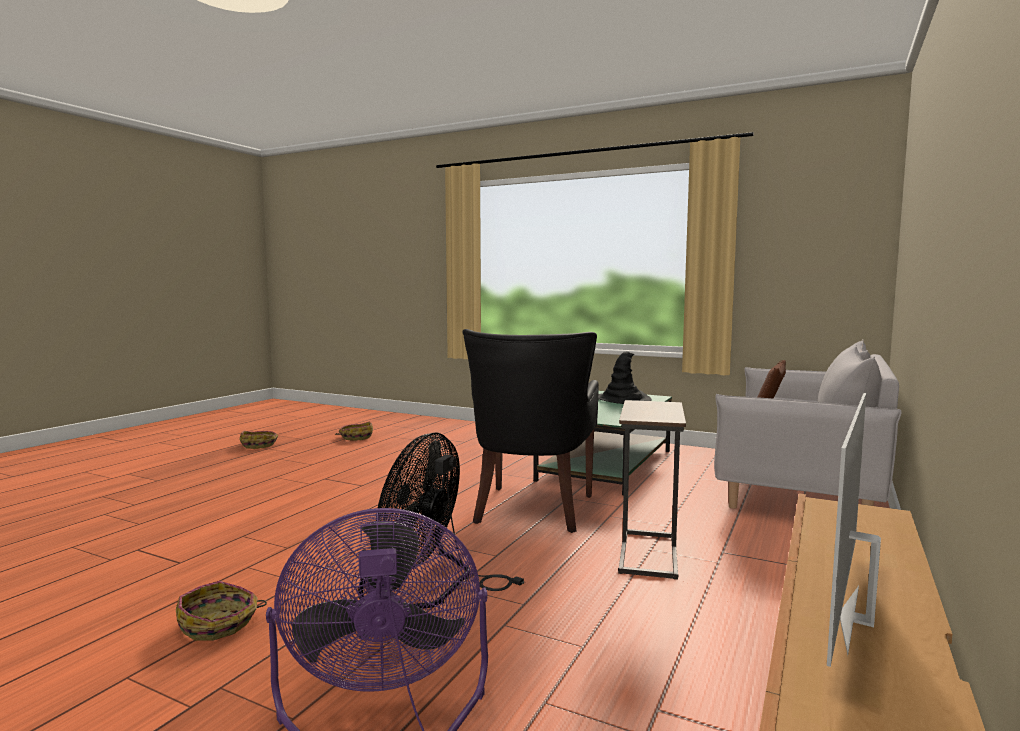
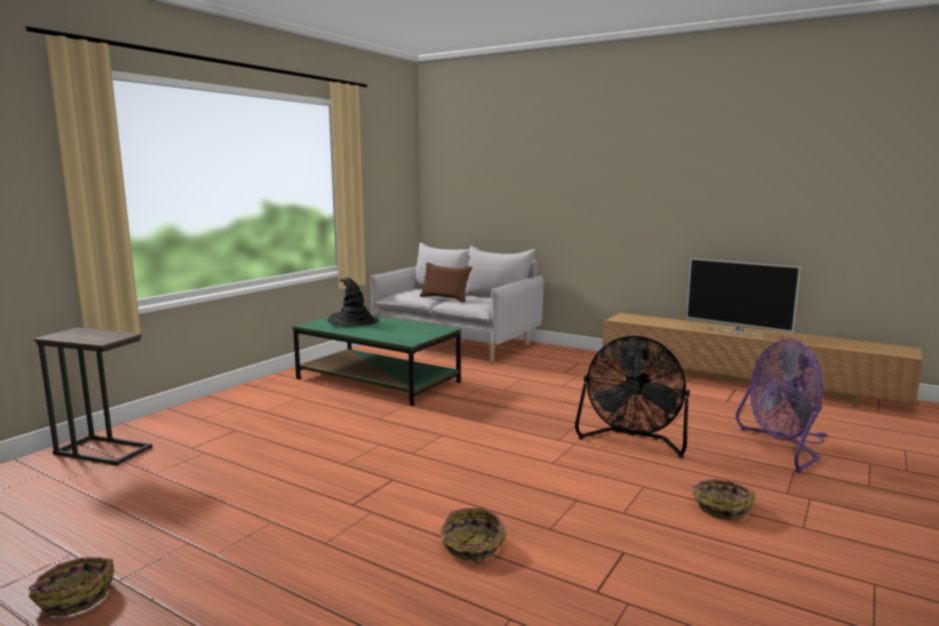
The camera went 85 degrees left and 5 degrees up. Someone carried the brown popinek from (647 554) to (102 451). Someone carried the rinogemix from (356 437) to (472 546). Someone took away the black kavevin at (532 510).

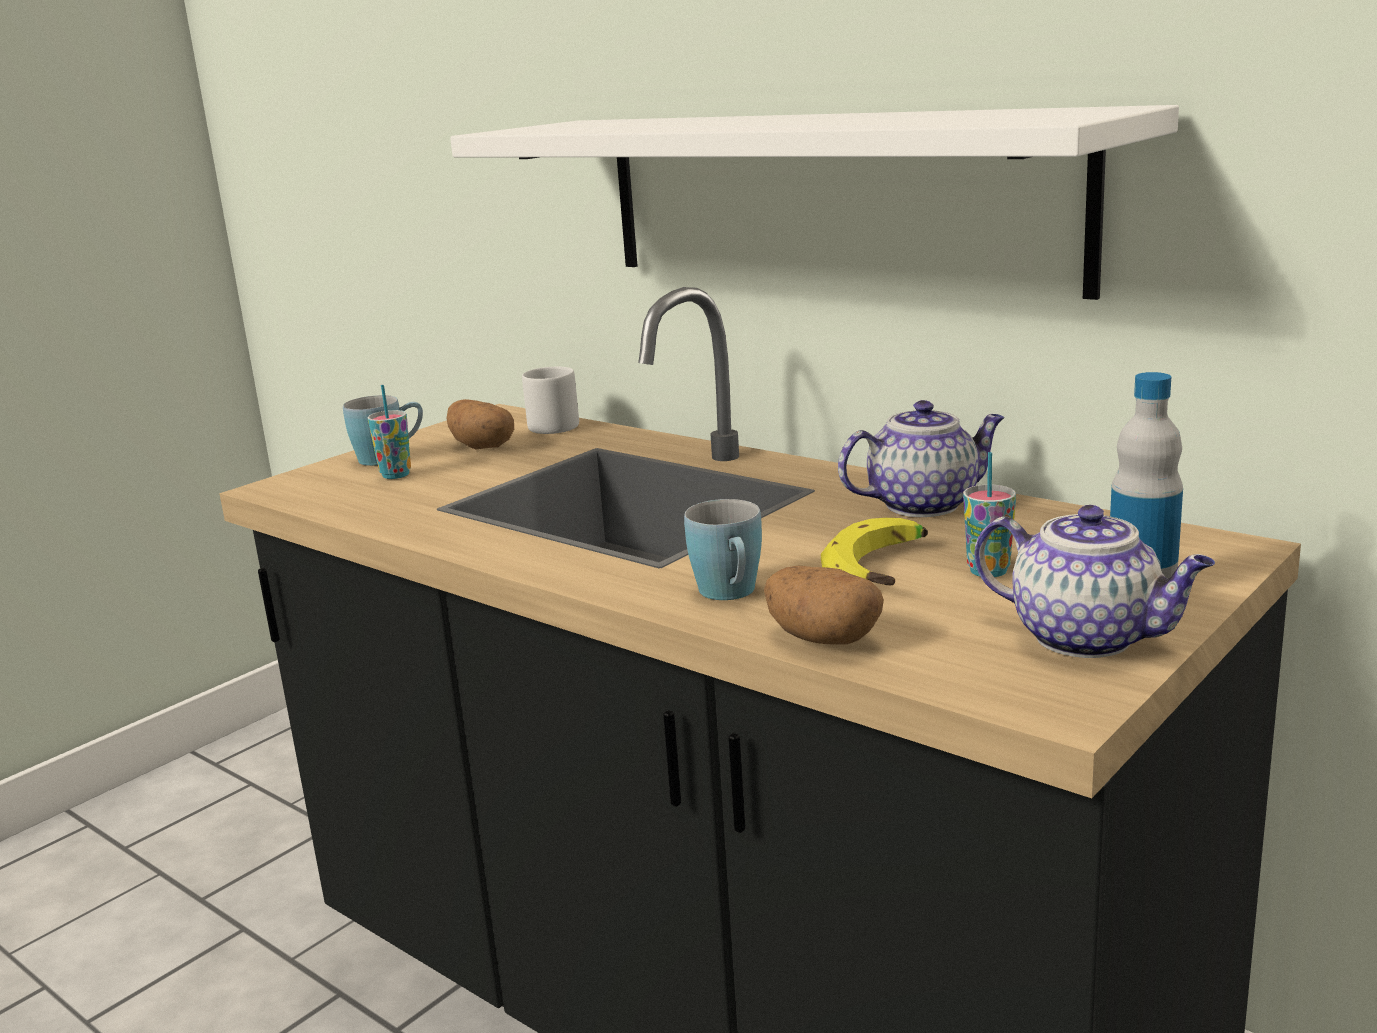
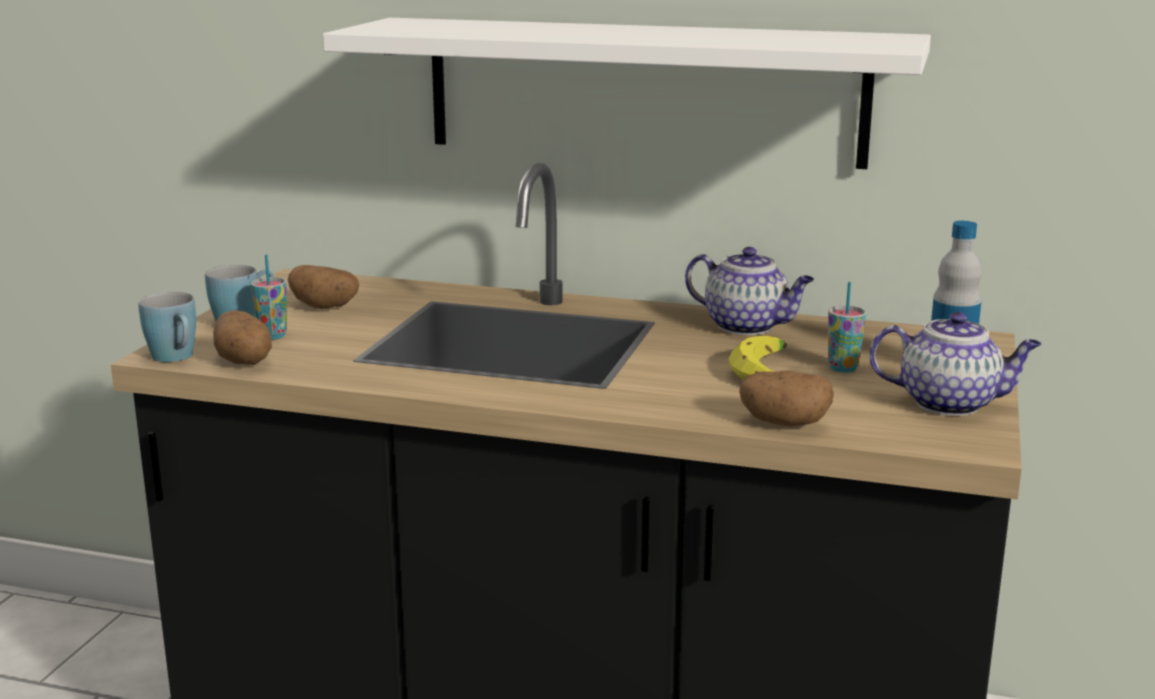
The camera went 25 degrees left and 0 degrees up. Someone carried the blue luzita from (731 594) to (176 358). Someone put down the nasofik at (245 362). Someone rotated the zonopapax at (924 504) by 75 degrees clockwise. Someone took away the grey luzita at (551 425).

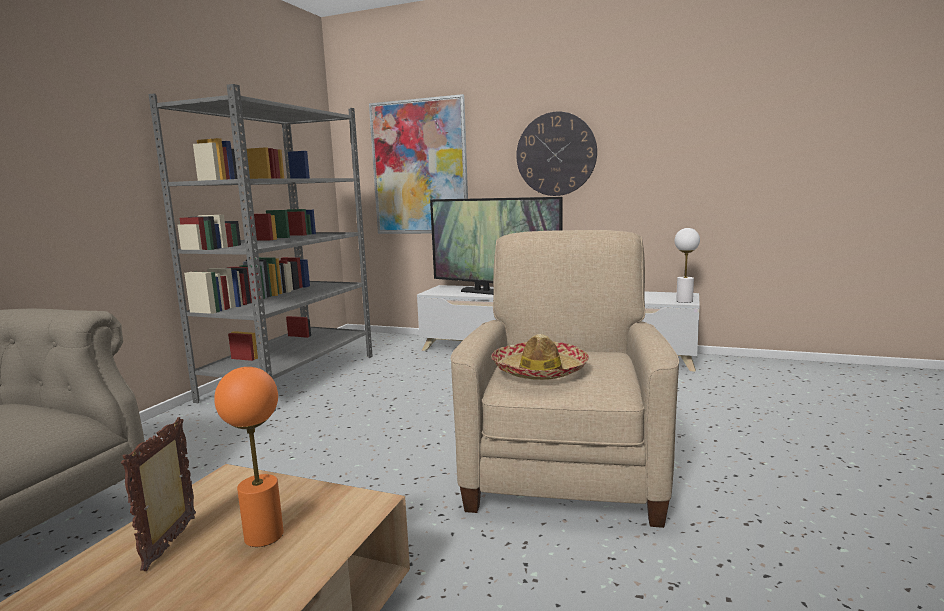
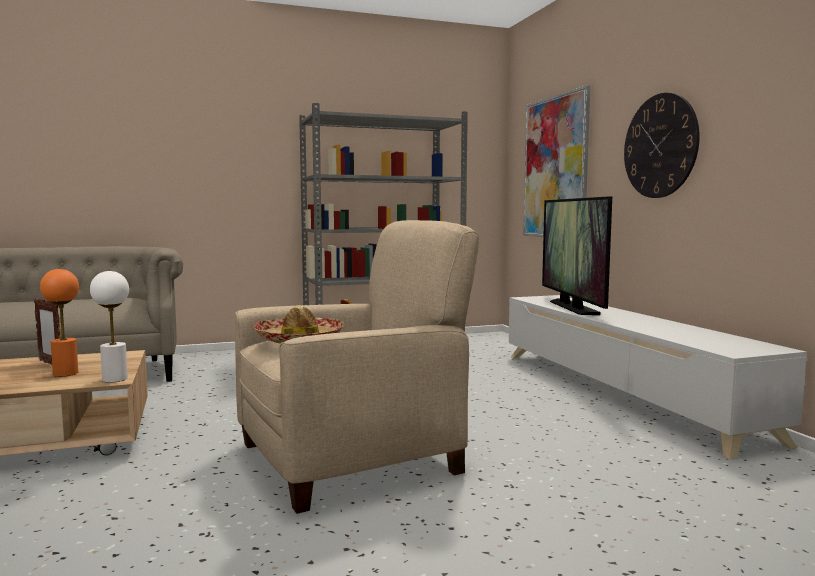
The camera went 50 degrees right and 5 degrees down. Someone rotated the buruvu at (172 543) by 105 degrees counterclockwise. Someone carried the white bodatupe from (684 301) to (114 379).

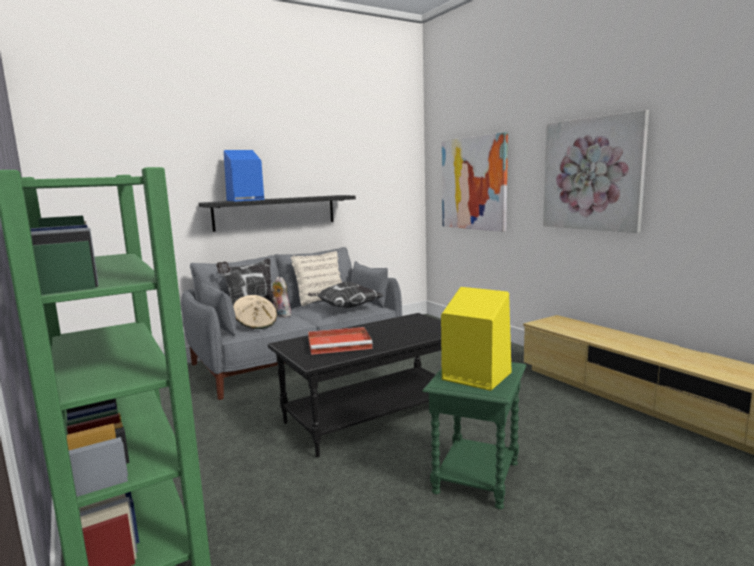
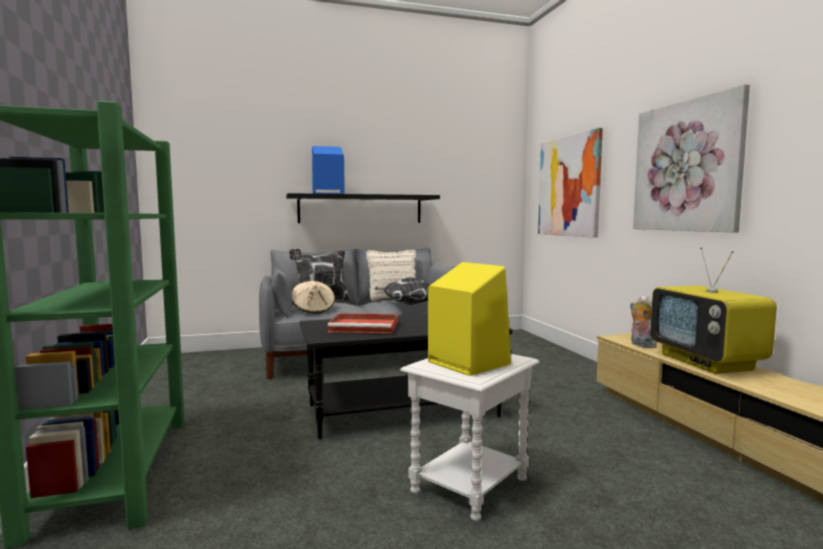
The camera went 15 degrees right and 5 degrees down. Someone repainted the green popinek at (478 477), which became the white popinek at (471 484). Someone carried the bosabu from (281 315) to (641 345). Someone put down the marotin at (707 362).

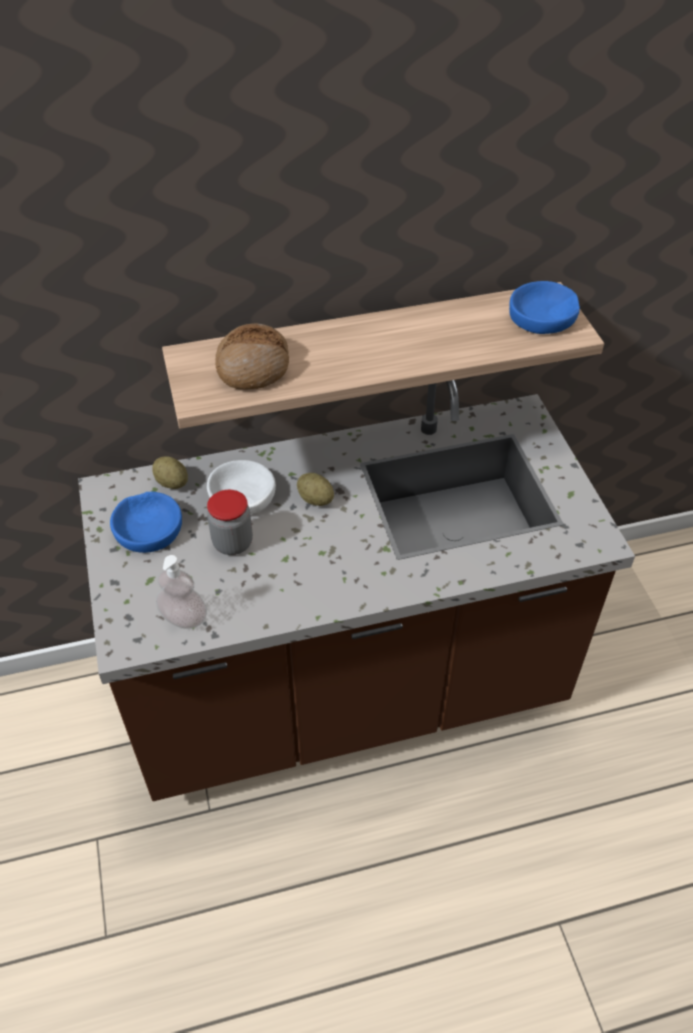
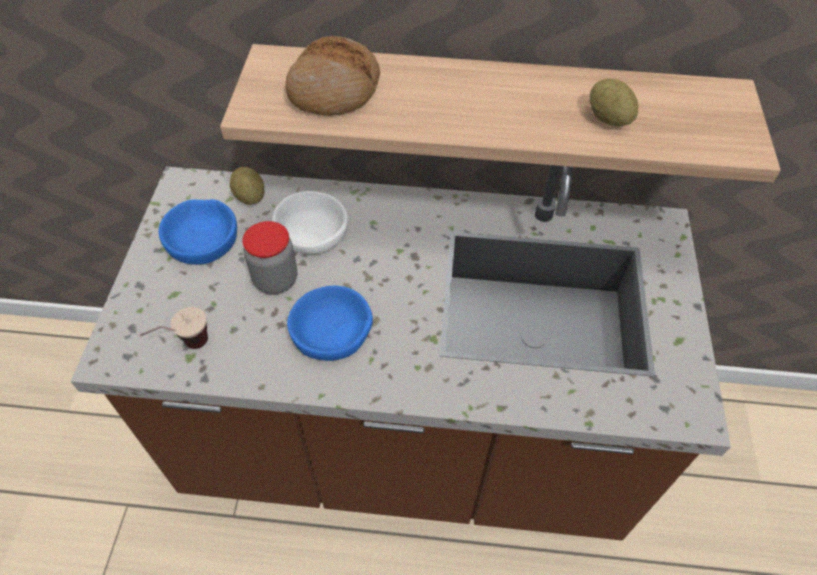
The camera went 20 degrees right and 5 degrees up. Someone swapped the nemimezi at (184 618) for the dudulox at (184 348). Someone carried the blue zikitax from (542 316) to (331 330). Someone carried the nasofik from (315 499) to (608 119).

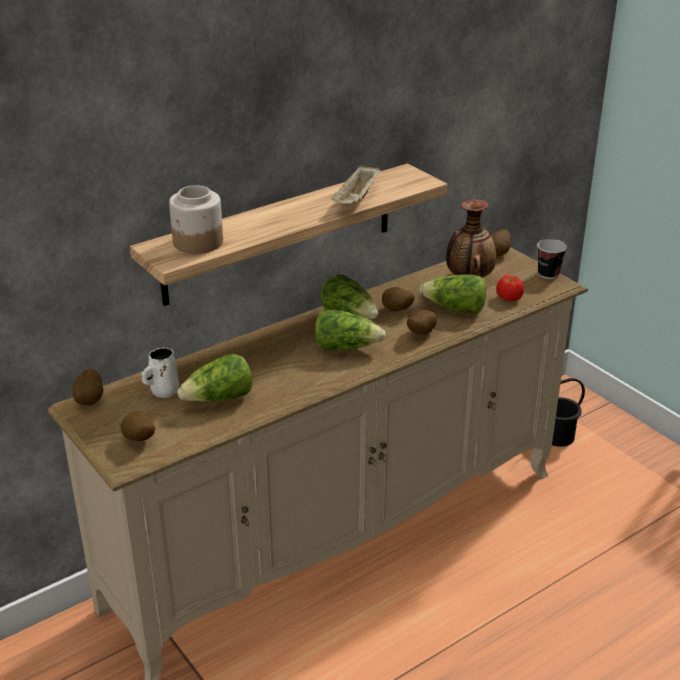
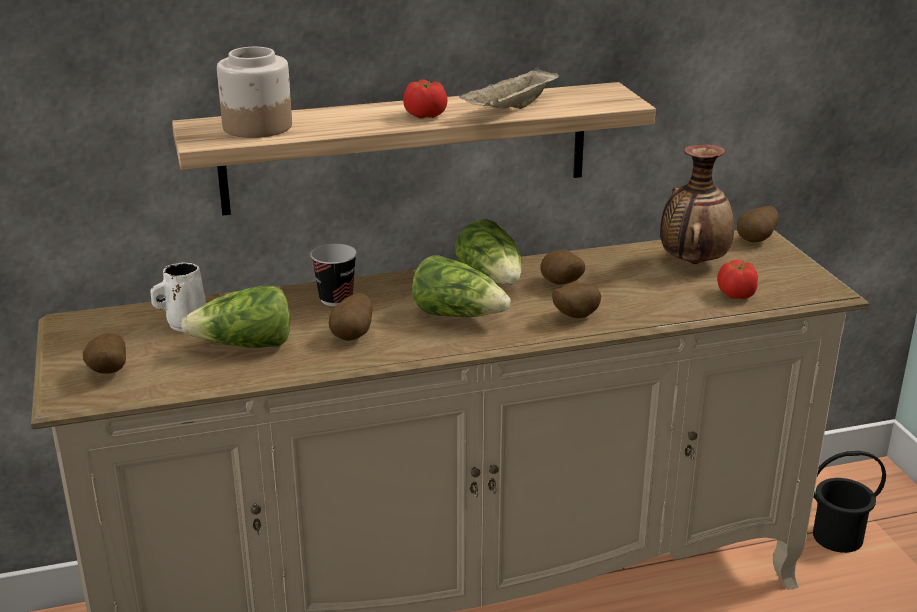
The camera went 20 degrees right and 5 degrees down. Someone carried the dudulox from (548 274) to (336 299). Someone carried the nasofik from (91 400) to (353 336). Someone put down the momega at (425 116). Someone took away the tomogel at (455 309).

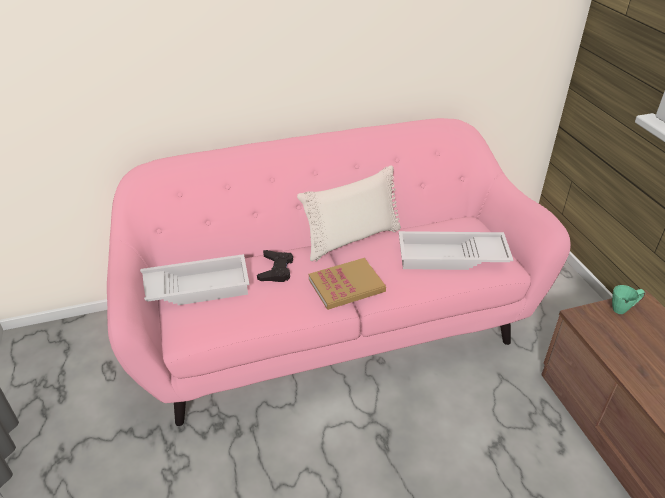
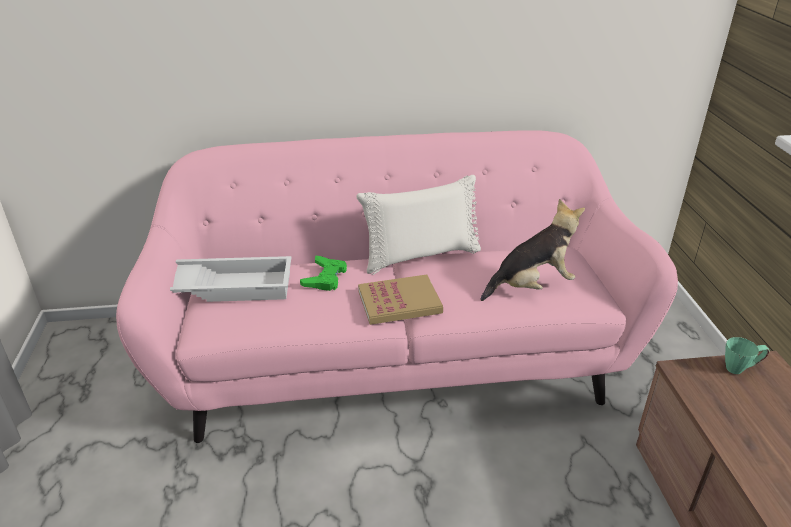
The camera went 10 degrees right and 5 degrees down. Someone repainted the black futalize at (276 269), which became the green futalize at (325 277). Someone swapped the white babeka at (451 257) for the bosabu at (531 286).

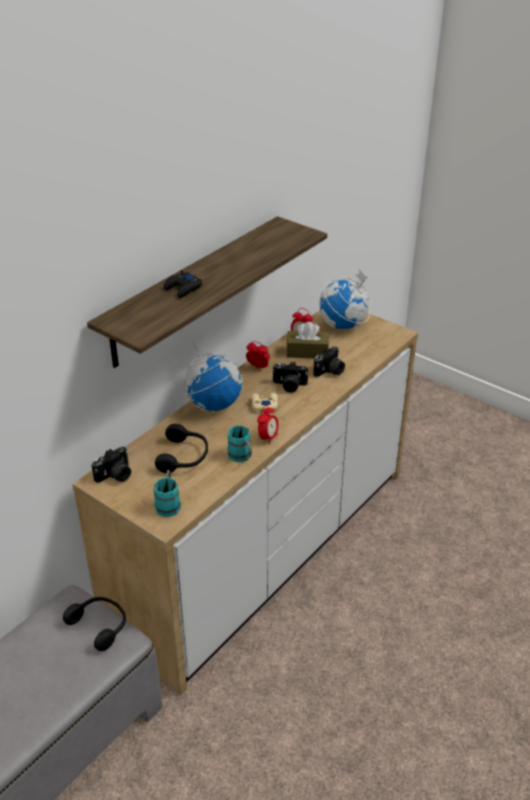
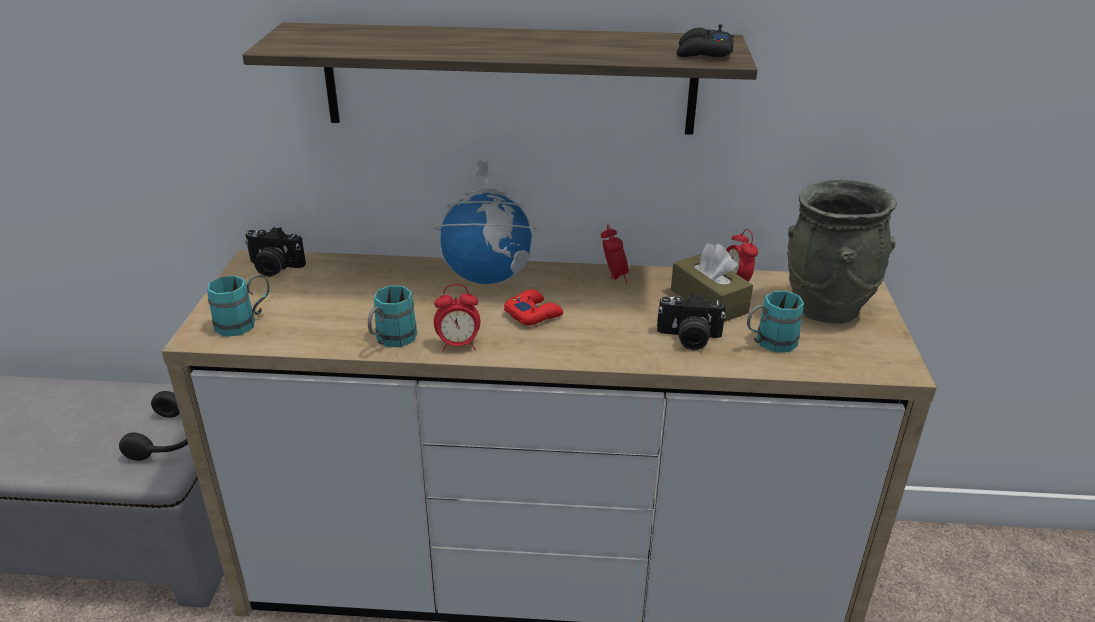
The camera went 55 degrees right and 5 degrees down. Someone repainted the beige futalize at (264 405), which became the red futalize at (533 314). Someone carried the black futalize from (183 289) to (703 53). Someone put down the turquoise luzita at (768 343). Someone swapped the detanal at (343 325) for the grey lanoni at (826 307). Someone took away the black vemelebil at (184 457). Someone took away the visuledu at (289 386).

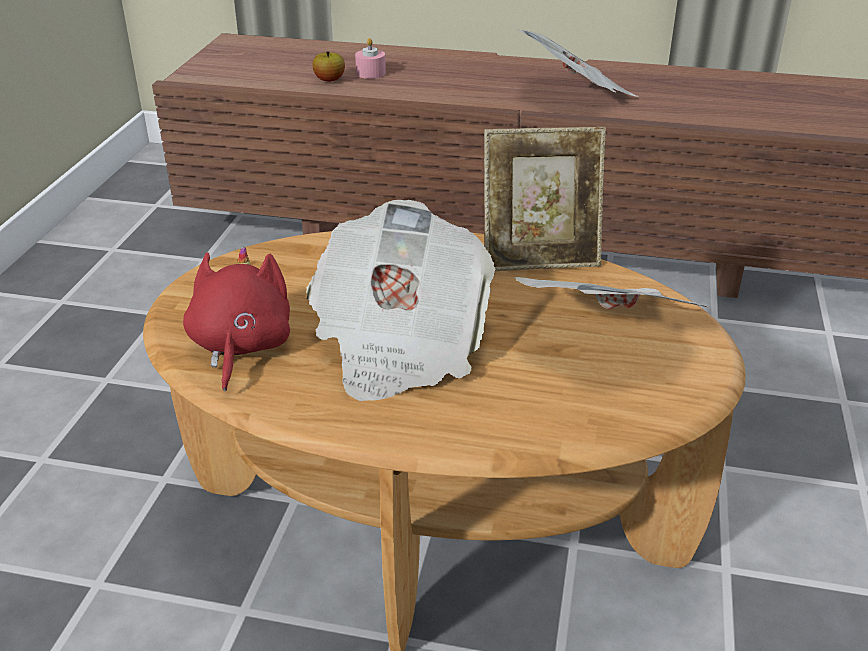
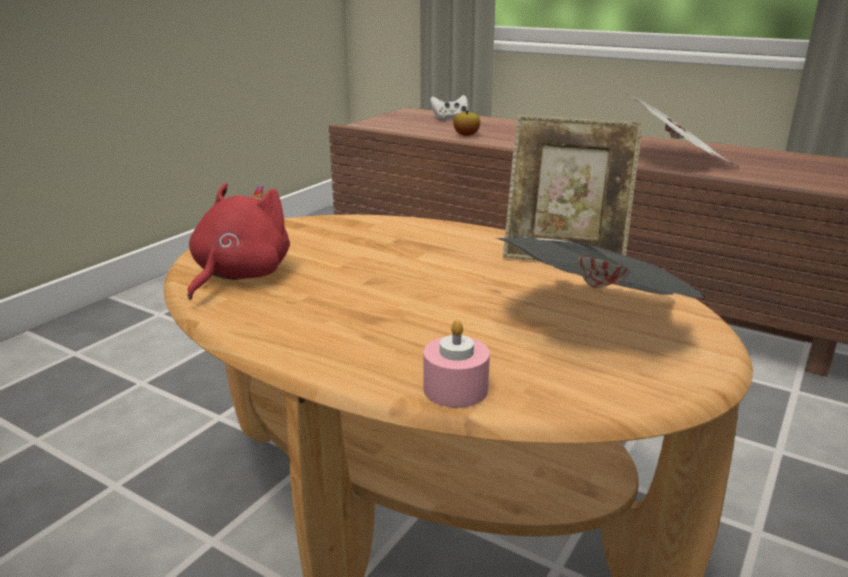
The camera went 20 degrees right and 10 degrees down. Someone carried the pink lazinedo from (370 73) to (455 389). Someone put down the white futalize at (450 118). Someone took away the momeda at (399 343).

